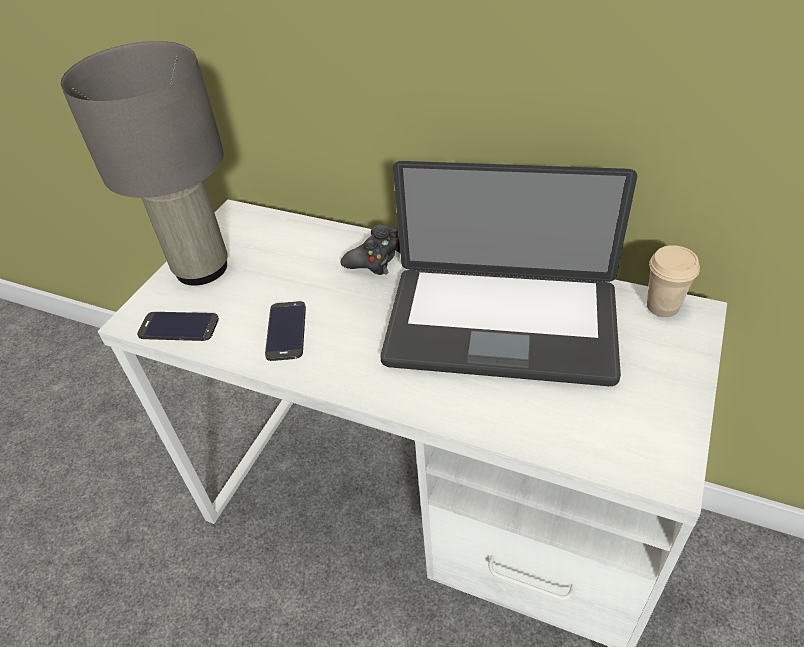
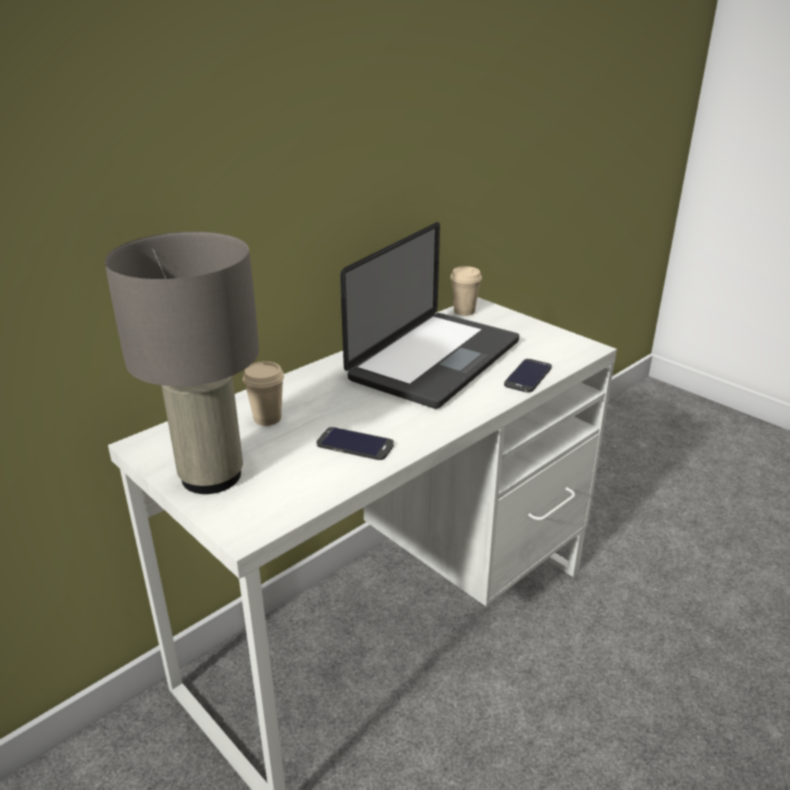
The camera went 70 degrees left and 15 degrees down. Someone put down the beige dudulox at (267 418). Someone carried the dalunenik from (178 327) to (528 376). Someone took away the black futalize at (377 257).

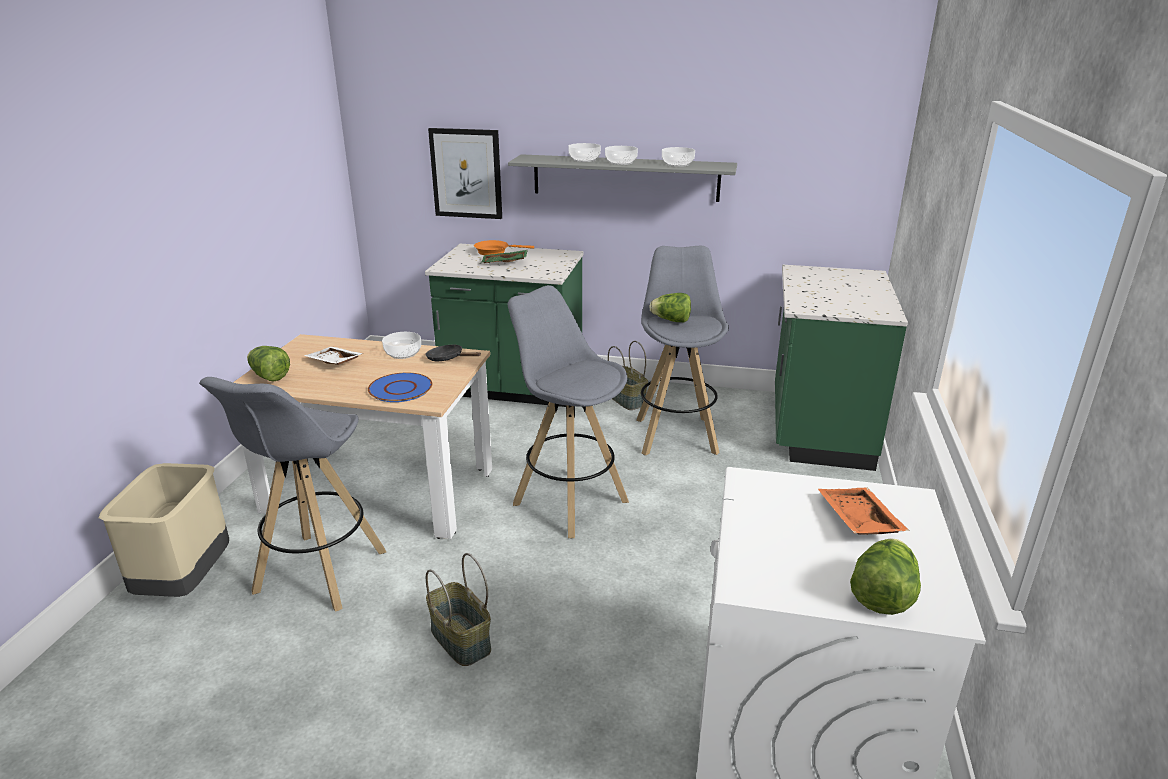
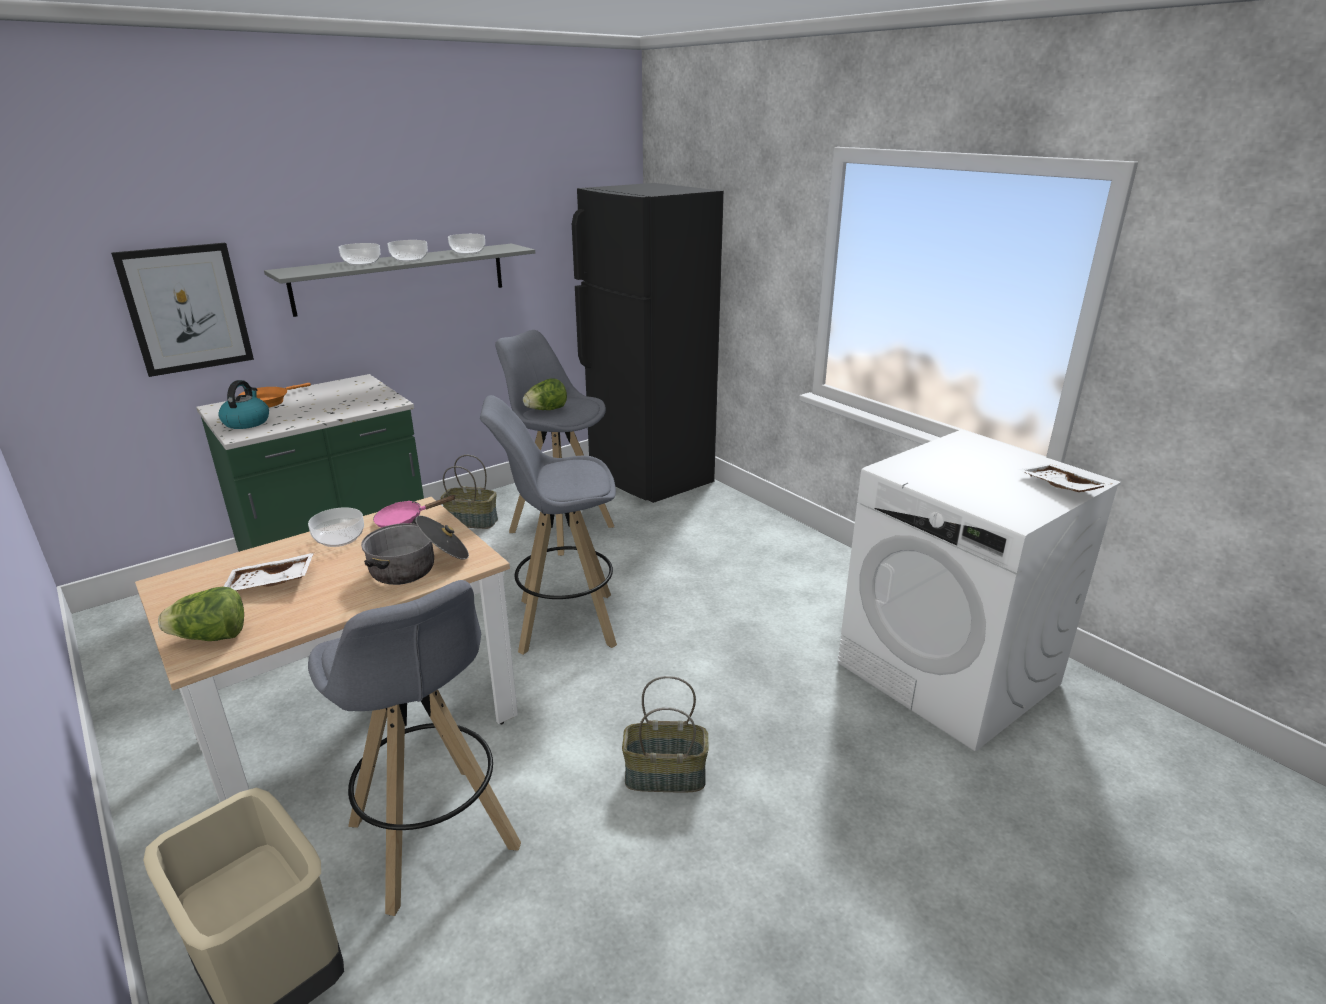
The camera went 50 degrees left and 0 degrees up. Someone put down the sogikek at (247 422). Someone swapped the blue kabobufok at (400 388) for the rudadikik at (418 566). Someone repainted the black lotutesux at (448 359), which became the pink lotutesux at (405 520). Someone swapped the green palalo at (817 429) for the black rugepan at (650 477). Someone swapped the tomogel at (881 595) for the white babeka at (1059 487). Someone took away the green babeka at (504 263). Someone took away the orange babeka at (856 520).

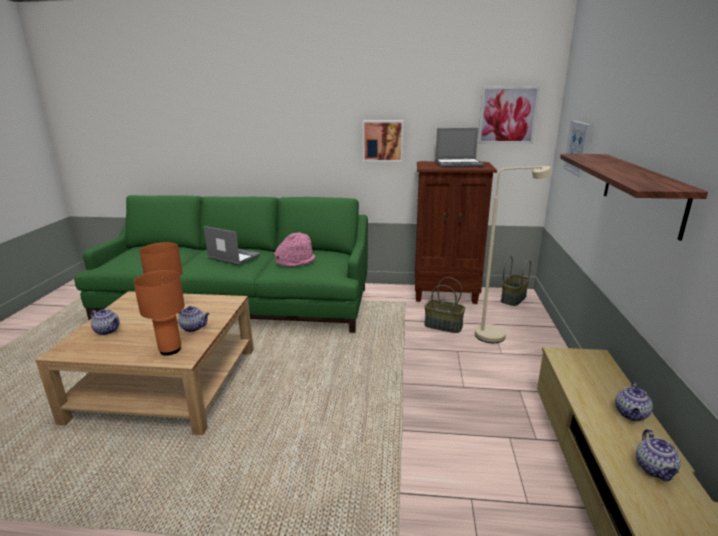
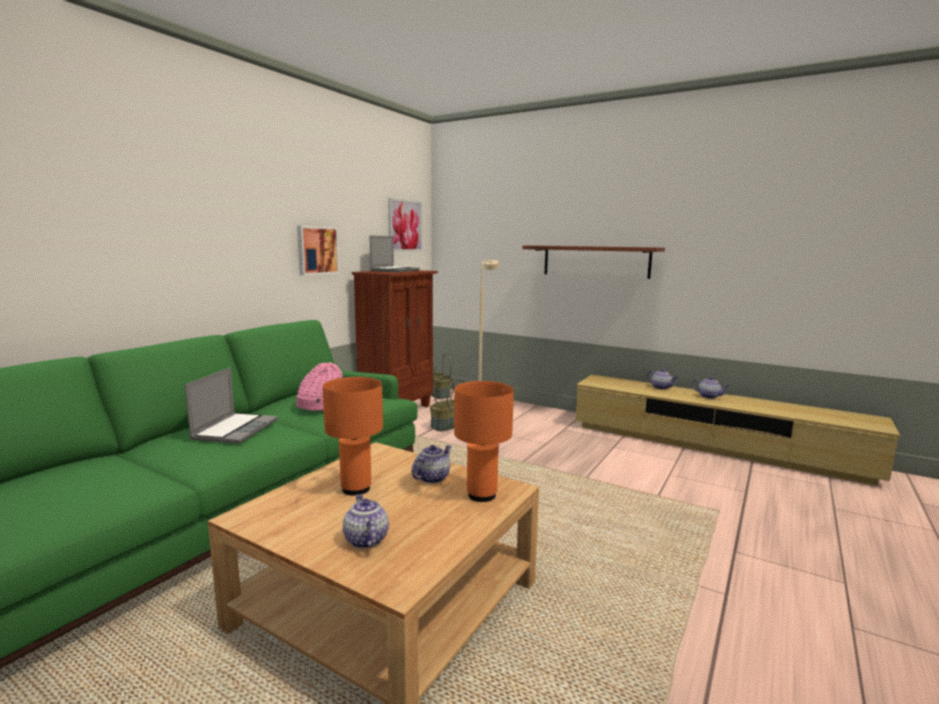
The camera went 65 degrees left and 10 degrees down. Someone rotated the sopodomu at (233 257) by 135 degrees clockwise. Someone rotated the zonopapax at (108 331) by 75 degrees counterclockwise. Someone took away the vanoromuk at (578 148).

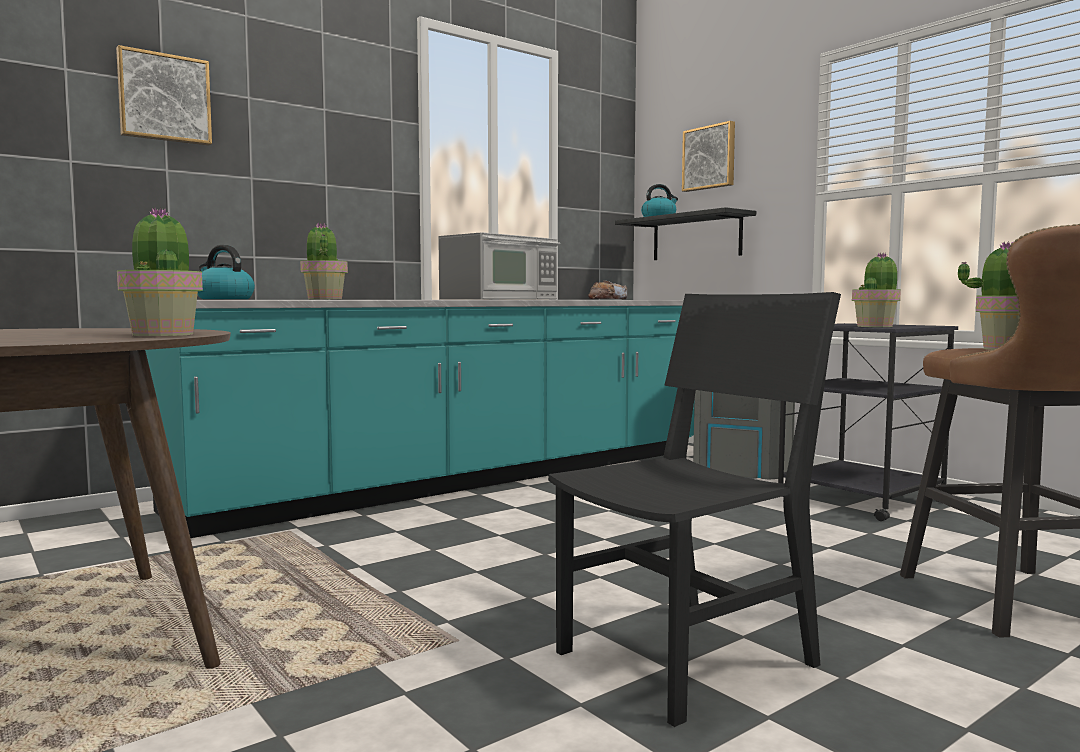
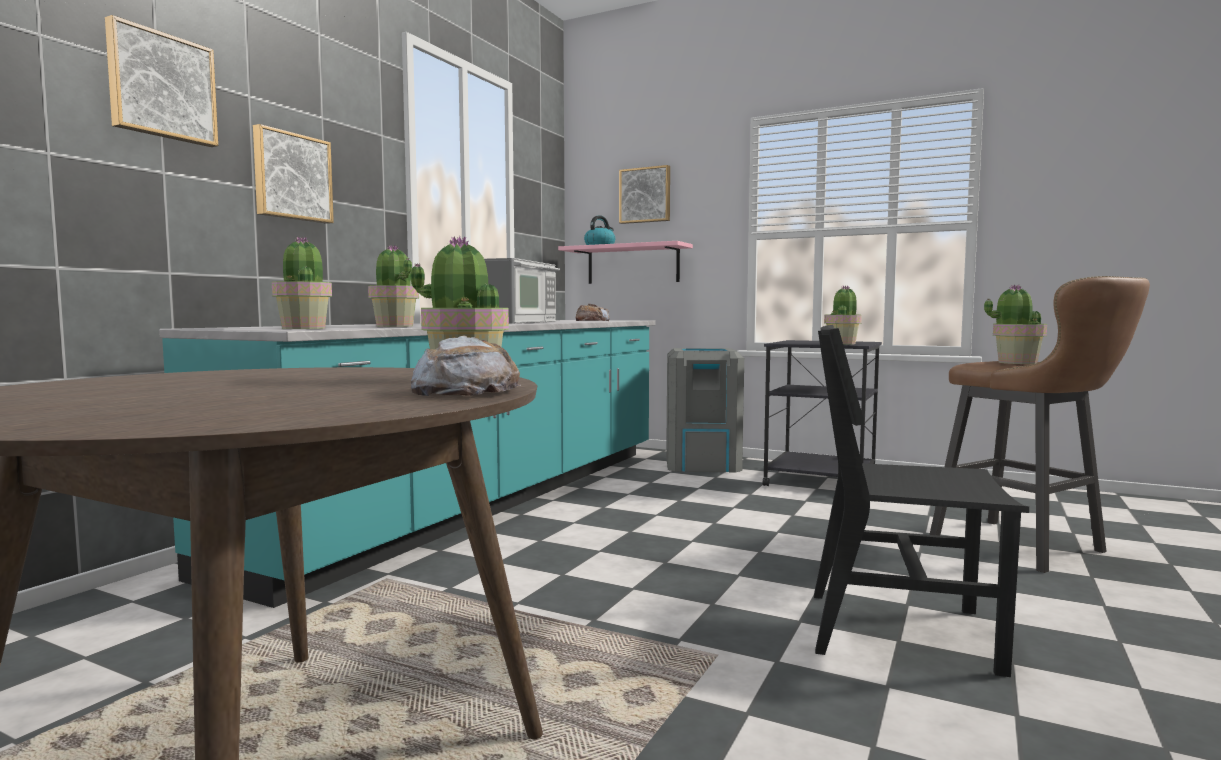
The camera went 25 degrees left and 0 degrees up. Someone put up the vanoromuk at (291 177). Someone swapped the sogikek at (224 299) for the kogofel at (304 328). Someone put down the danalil at (465 390). Someone repainted the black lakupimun at (696 237), which became the pink lakupimun at (633 264). Someone rotated the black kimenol at (686 658) by 105 degrees counterclockwise.

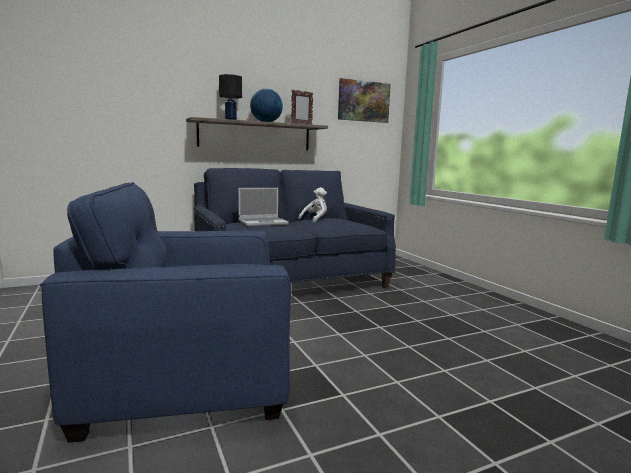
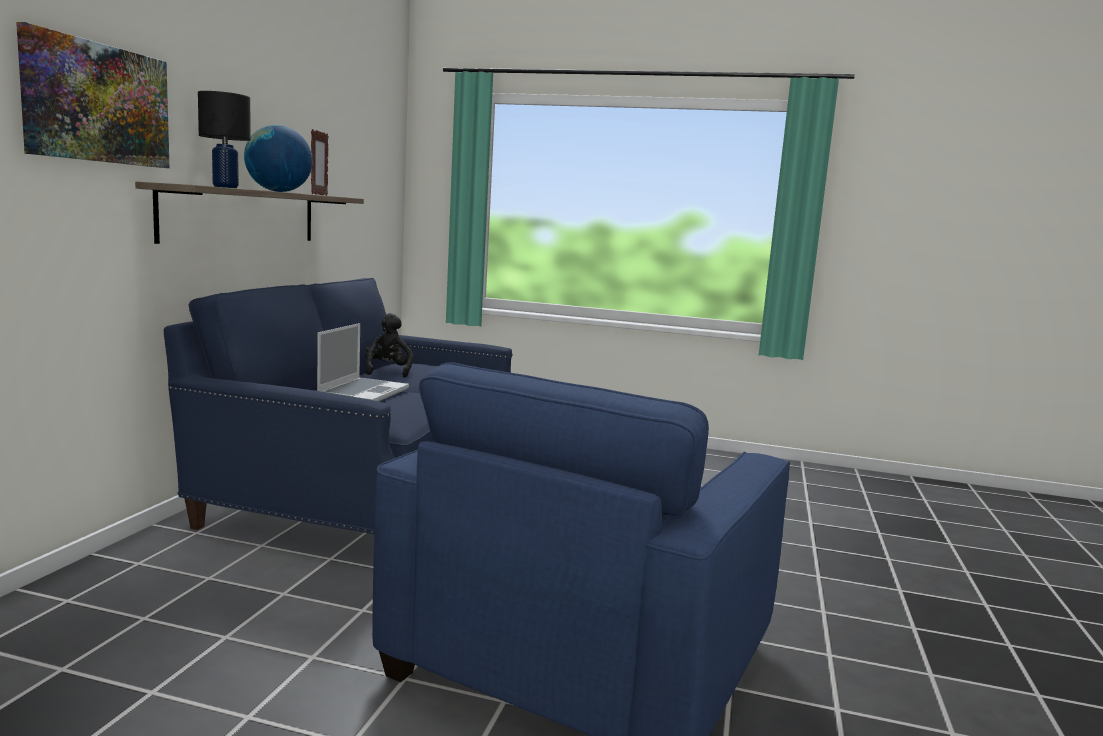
The camera went 50 degrees left and 0 degrees up. Someone carried the vanoromuk from (363 101) to (97 103). Someone repainted the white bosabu at (315 220), which became the black bosabu at (387 371).

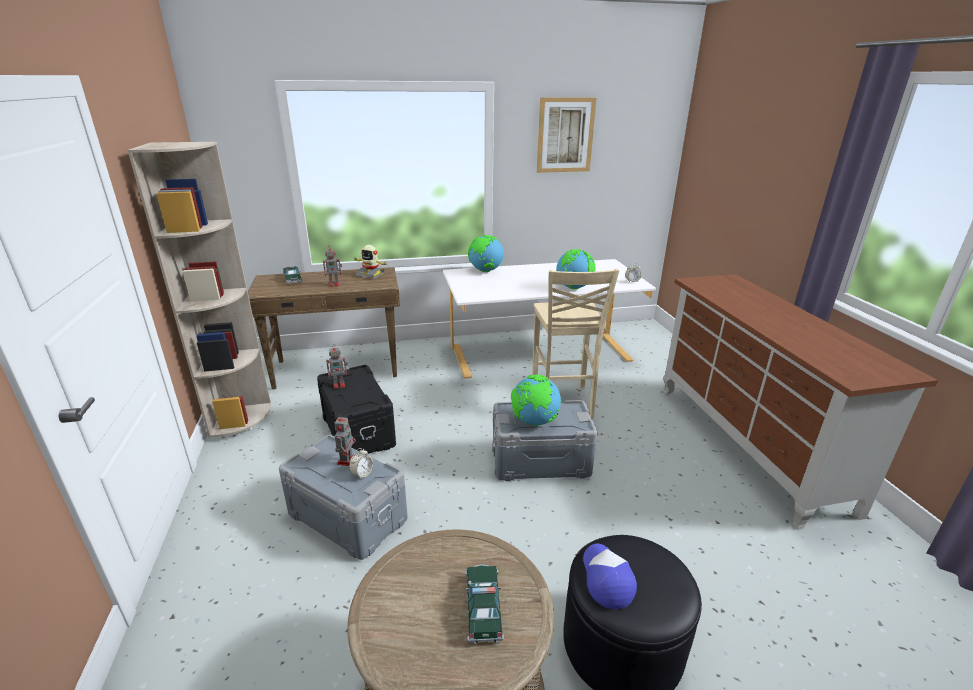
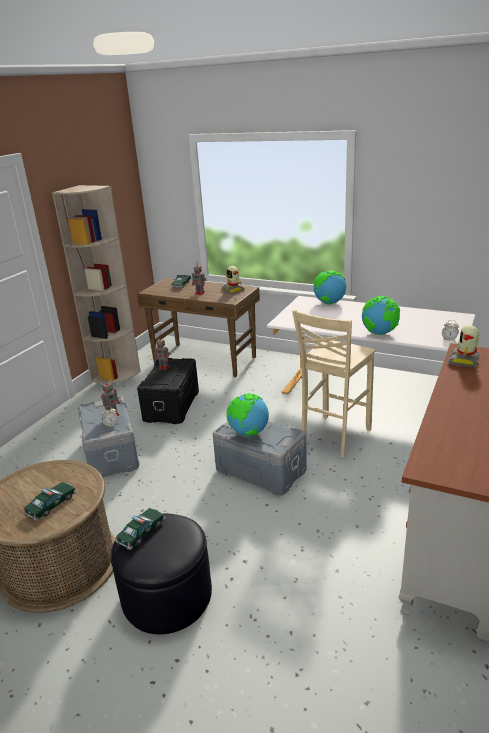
The camera went 40 degrees right and 0 degrees up. Someone swapped the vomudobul at (606 578) for the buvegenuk at (141 532). Someone put down the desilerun at (464 361). Someone took away the vanoromuk at (565 135).

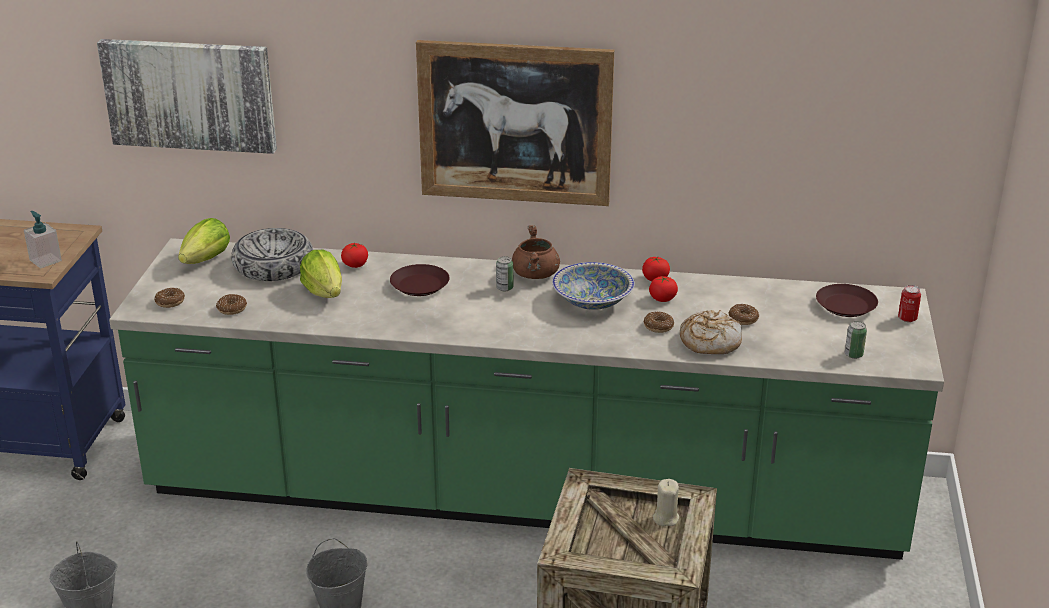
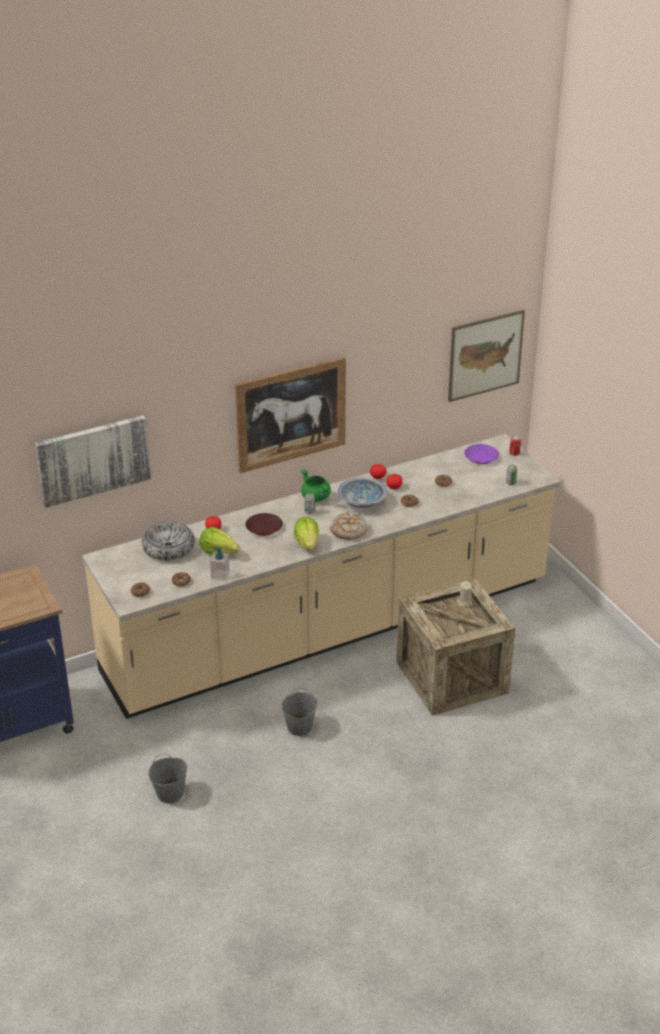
The camera went 35 degrees left and 5 degrees up. Someone repainted the green palalo at (524 496), which became the beige palalo at (329 629). Someone carried the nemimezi from (45 260) to (220 575). Someone carried the tomogel from (206 260) to (307 544). Someone repainted the brown rudadikik at (536 275), which became the green rudadikik at (316 498). Someone carried the danalil from (709 341) to (348 531). Someone put up the vanoromuk at (485 355). Someone repainted the brown kabobufok at (846 306), which became the purple kabobufok at (481 457).

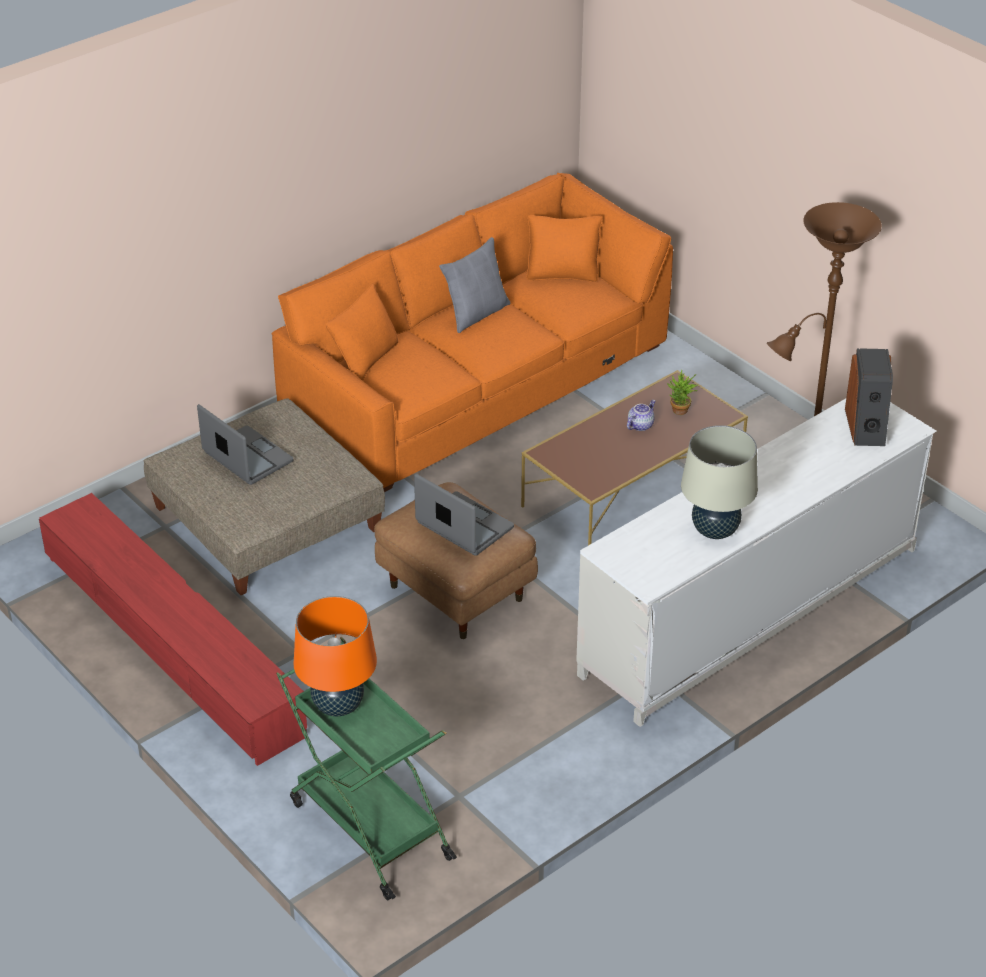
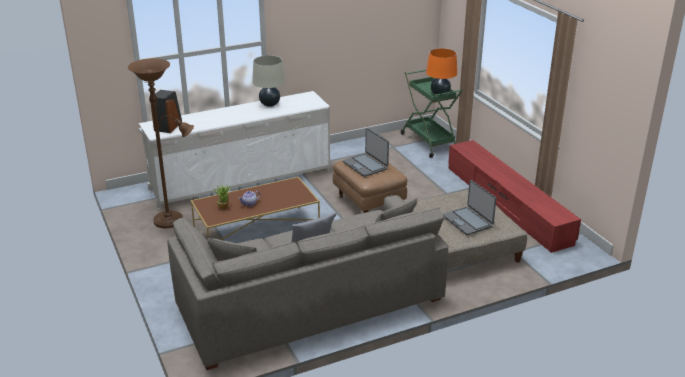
The camera went 165 degrees left and 10 degrees down. Someone repainted the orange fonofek at (480 383), which became the grey fonofek at (309 303).

